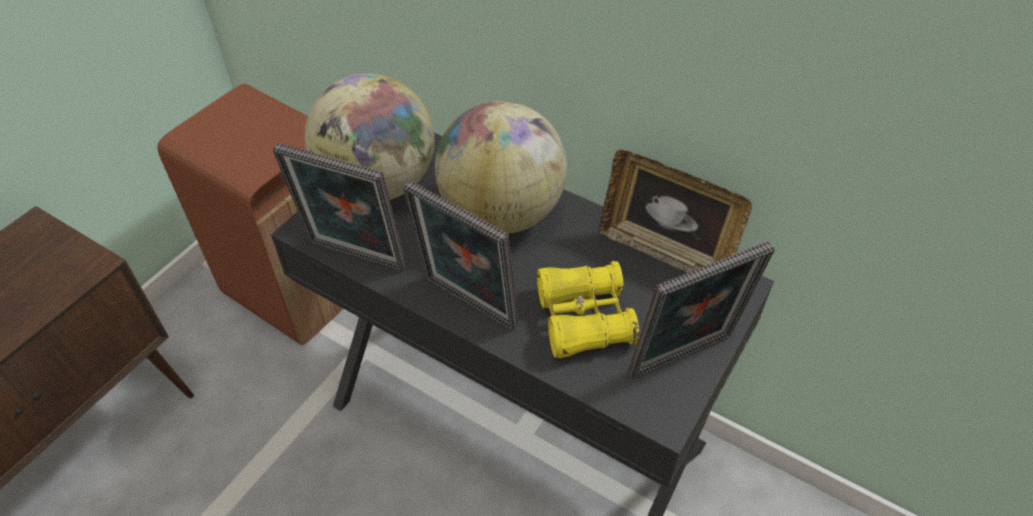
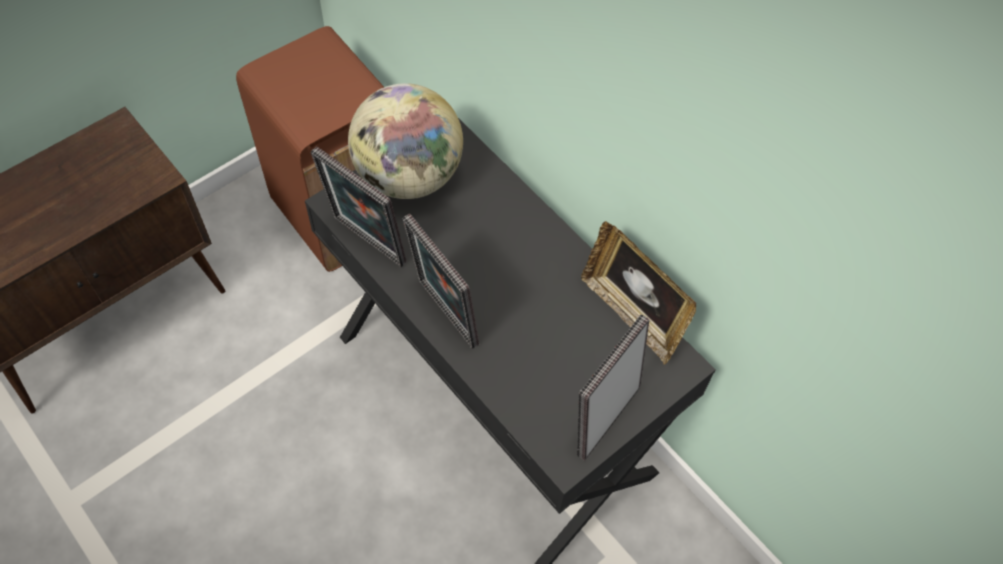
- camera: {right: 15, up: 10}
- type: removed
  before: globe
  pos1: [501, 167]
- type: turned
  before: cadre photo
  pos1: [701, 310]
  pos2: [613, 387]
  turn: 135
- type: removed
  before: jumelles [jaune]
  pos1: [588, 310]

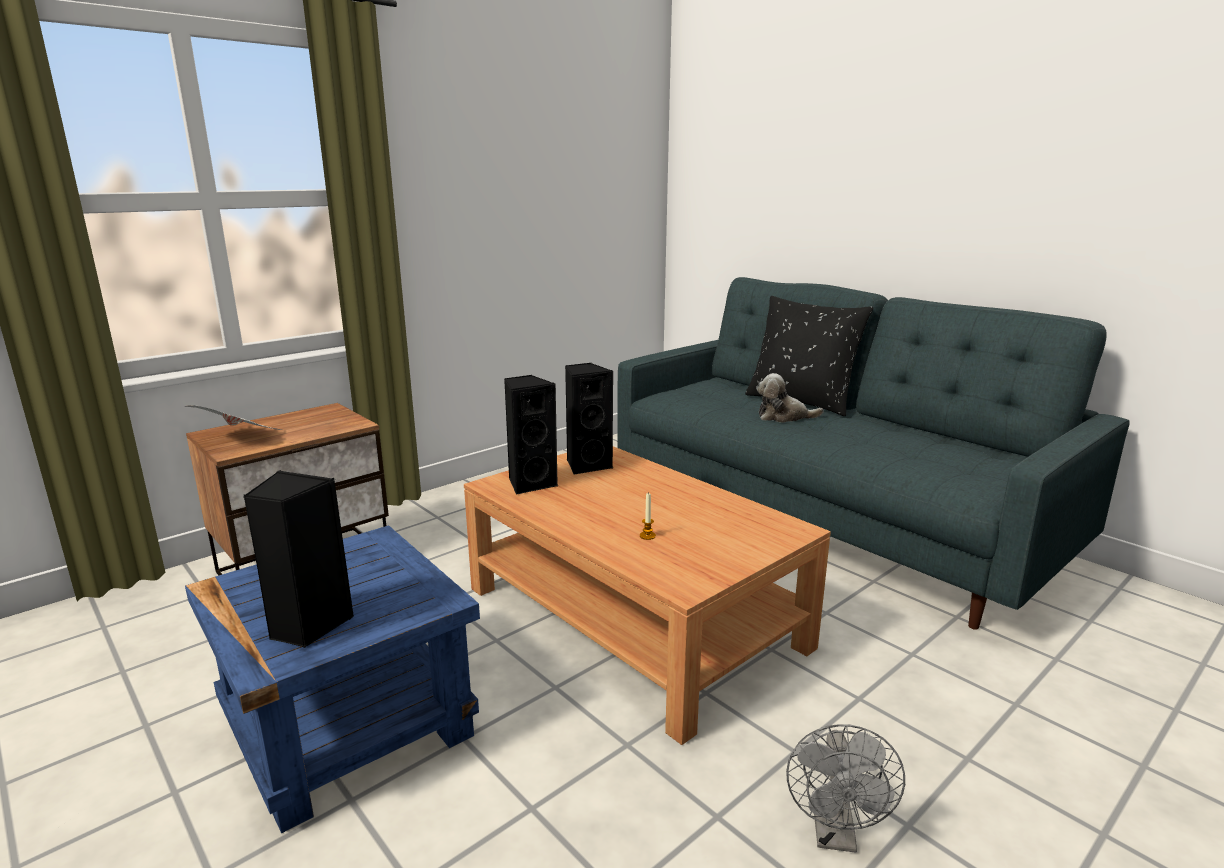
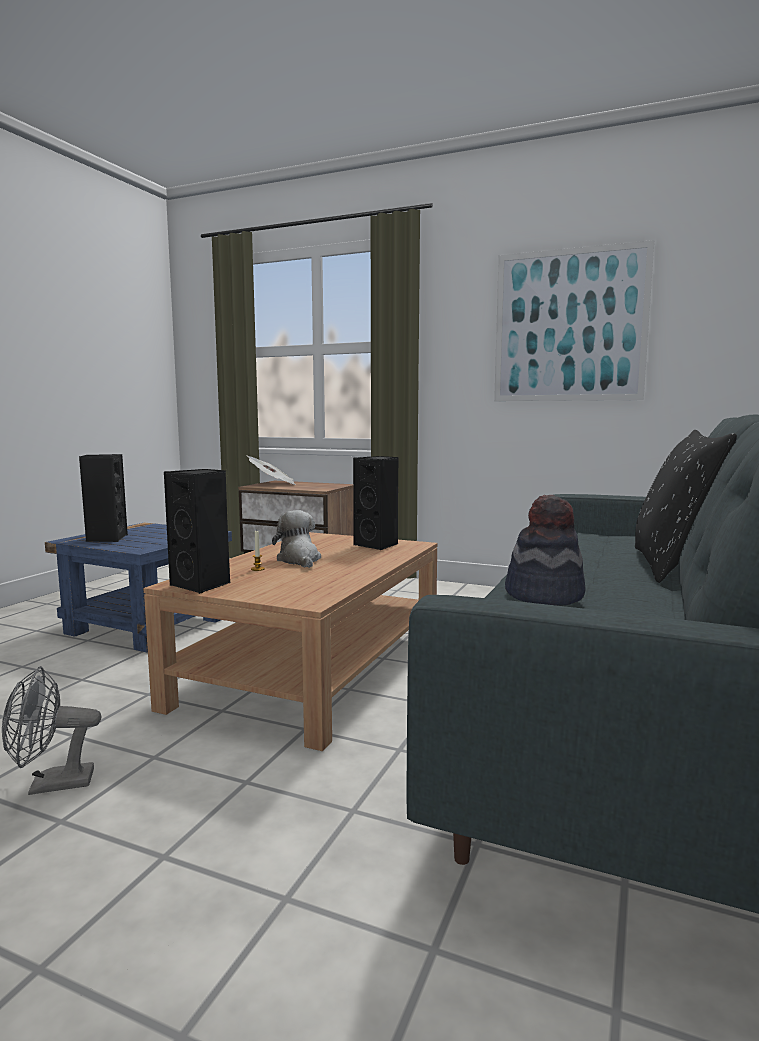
- camera: {right: 65, up: -10}
- type: moved
  before: peluche
  pos1: [790, 398]
  pos2: [296, 539]
- type: moved
  before: enceinte [noir]
  pos1: [531, 435]
  pos2: [197, 531]
- type: added
  after: tableau
  pos2: [574, 320]
- type: added
  after: chapeau
  pos2: [545, 550]

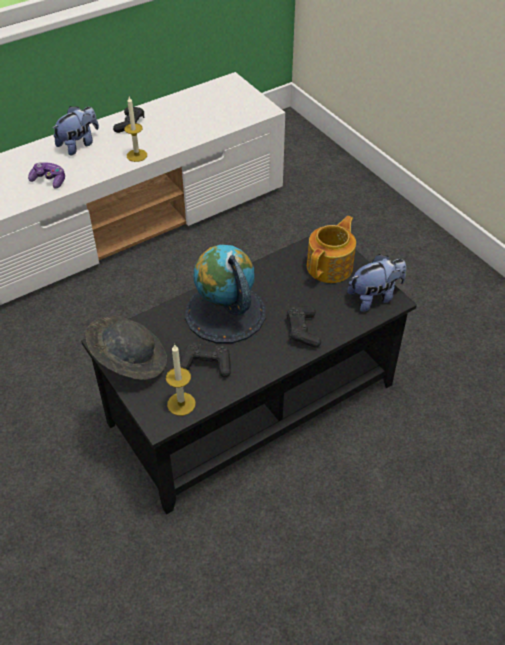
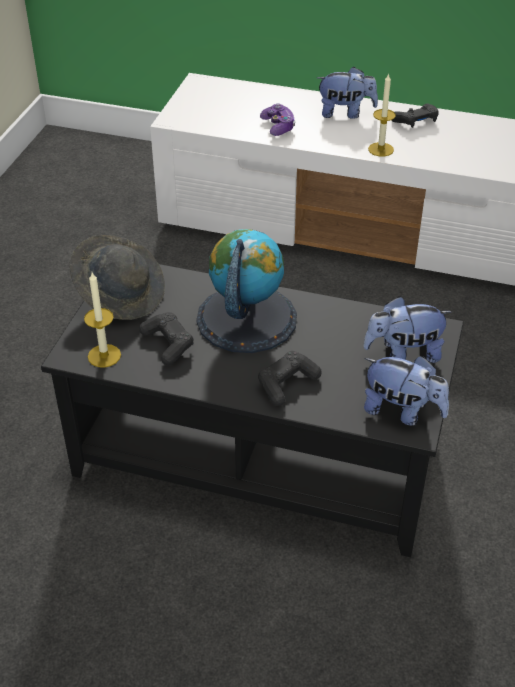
- camera: {right: 50, up: -5}
- type: replaced
  before: théière
  after: peluche
  pos1: [331, 249]
  pos2: [407, 329]

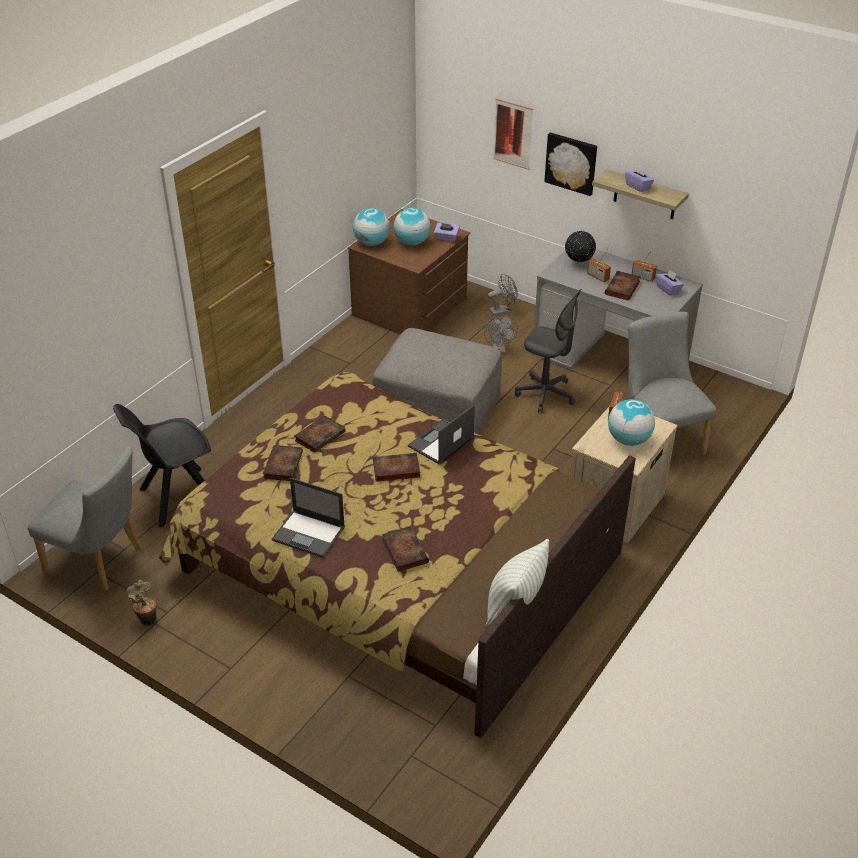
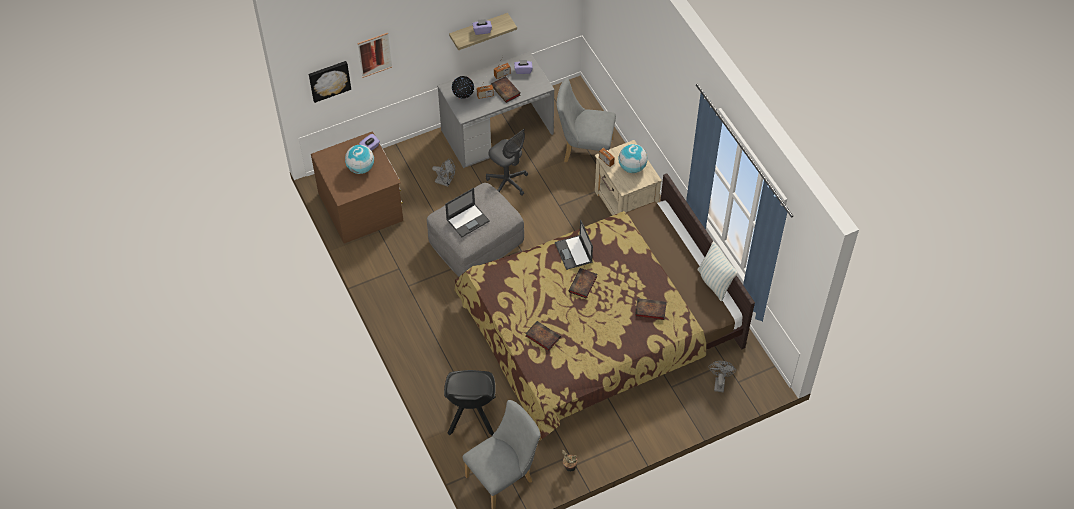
- camera: {right: -60, up: 15}
- type: moved
  before: tableau
  pos1: [570, 164]
  pos2: [330, 82]
- type: removed
  before: globe
  pos1: [371, 227]
- type: moved
  before: ventilateur [gris]
  pos1: [503, 294]
  pos2: [722, 376]
- type: turned
  before: chaise de bureau [gris]
  pos1: [548, 351]
  pos2: [507, 162]
  turn: 75
- type: removed
  before: livre
  pos1: [320, 434]
- type: moved
  before: ordinateur portable
  pos1: [308, 518]
  pos2: [467, 212]

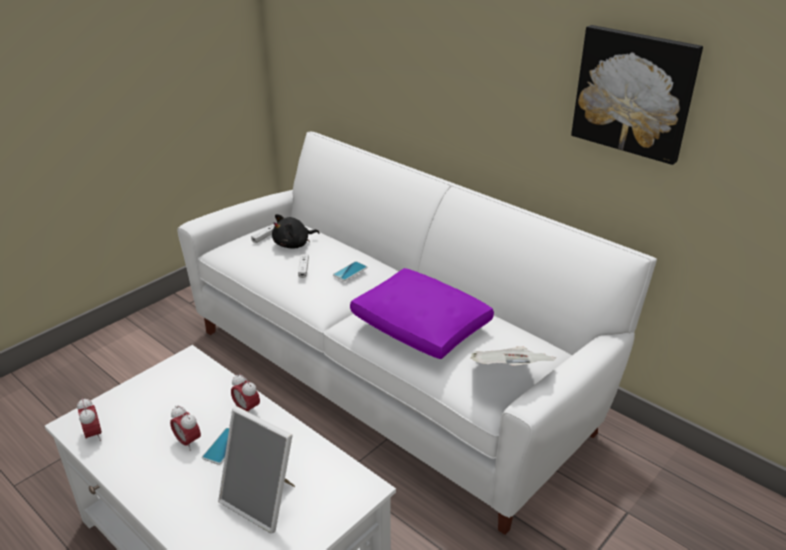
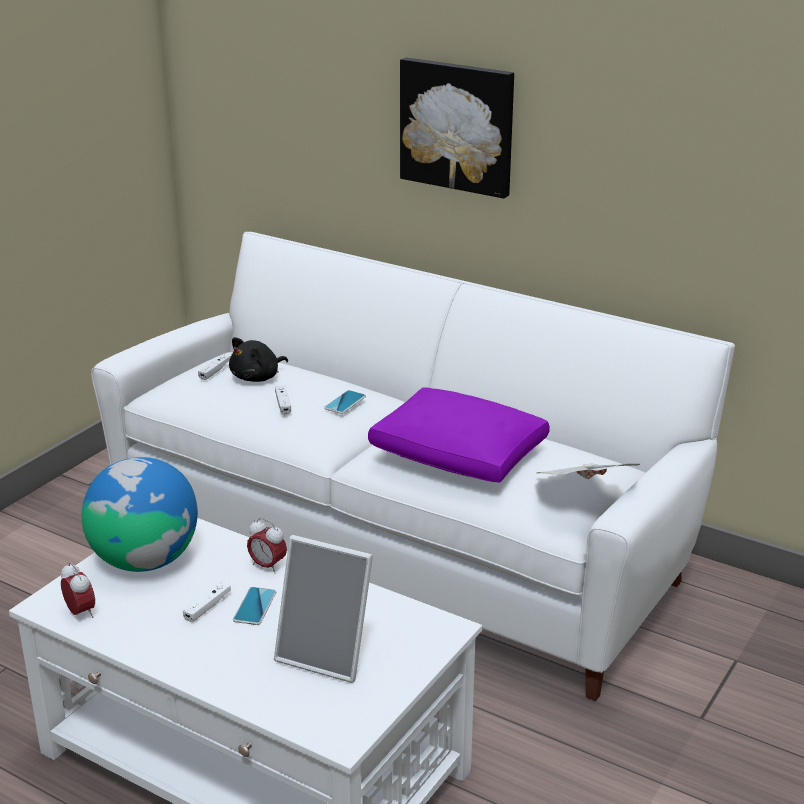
- camera: {right: -10, up: -5}
- type: moved
  before: tableau
  pos1: [637, 95]
  pos2: [457, 128]
- type: replaced
  before: réveil
  after: manette [blanc]
  pos1: [185, 428]
  pos2: [207, 601]
- type: added
  after: globe
  pos2: [140, 514]

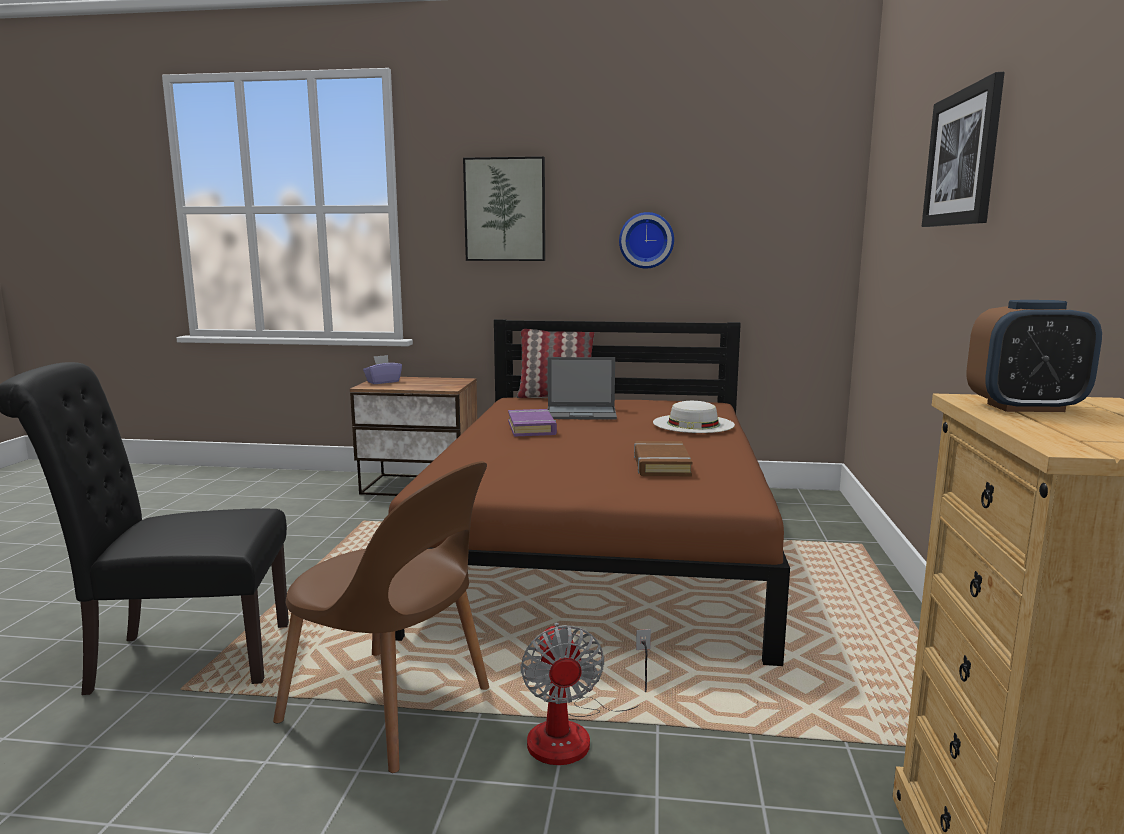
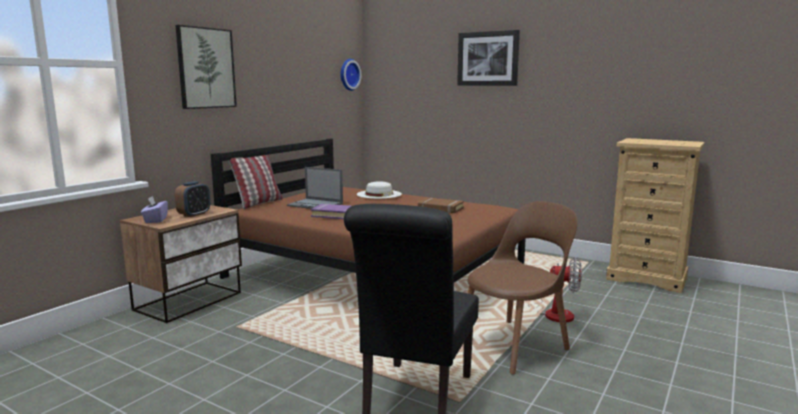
- camera: {right: -65, up: 0}
- type: moved
  before: horloge murale
  pos1: [646, 240]
  pos2: [350, 75]
- type: moved
  before: réveil
  pos1: [1034, 356]
  pos2: [192, 199]
- type: turned
  before: ordinateur portable
  pos1: [582, 388]
  pos2: [315, 188]
  turn: 90

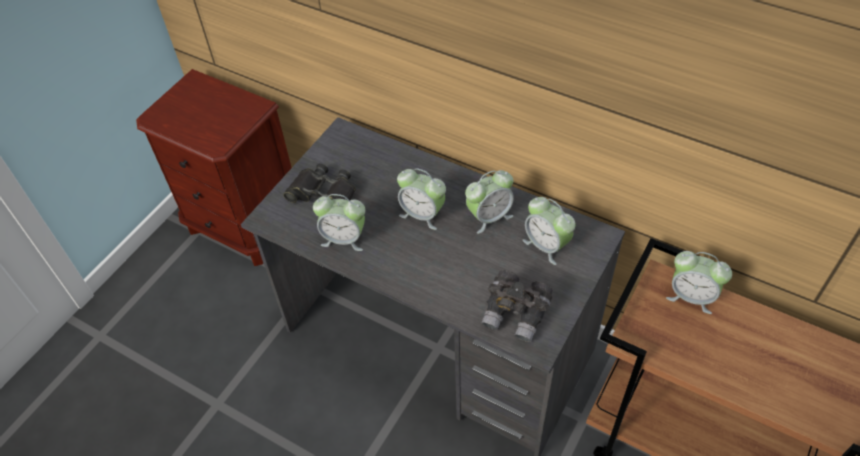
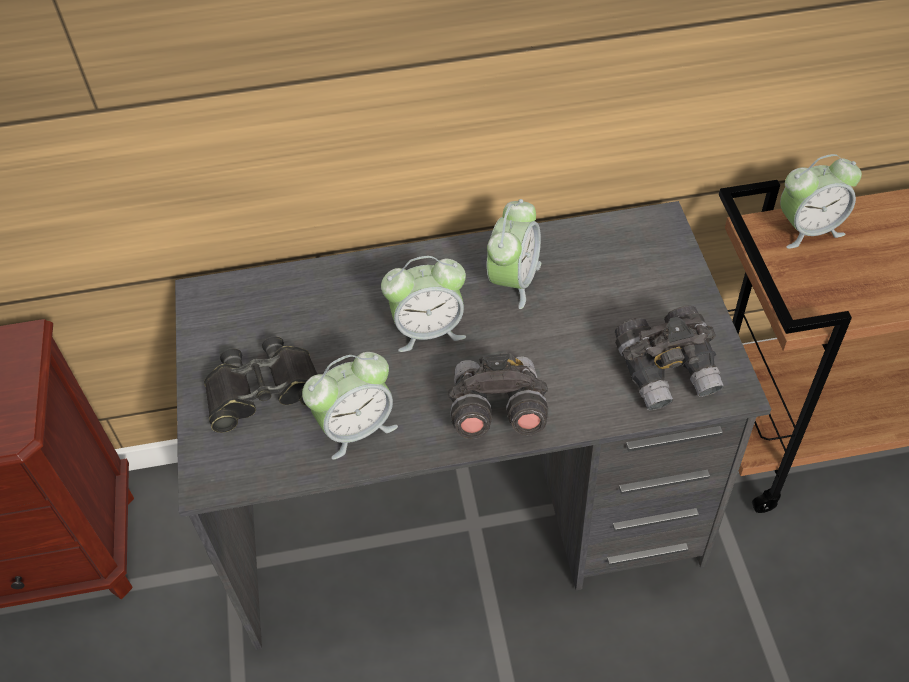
- camera: {right: -40, up: 0}
- type: removed
  before: réveil
  pos1: [549, 231]
- type: added
  after: jumelles [gris]
  pos2: [498, 396]

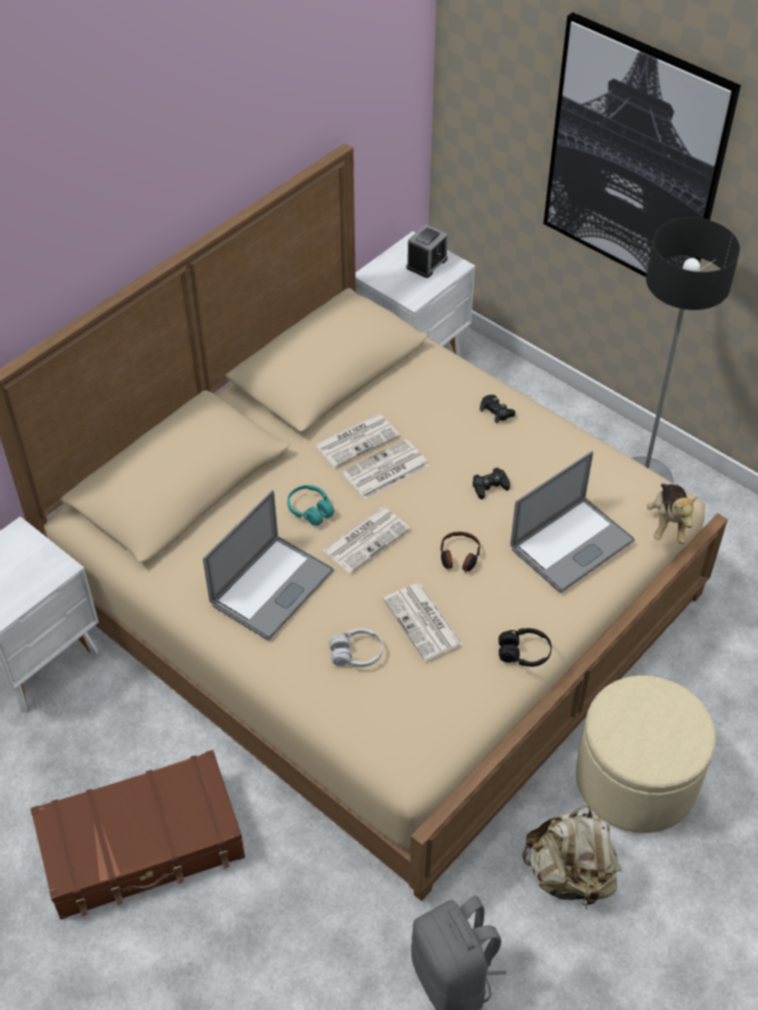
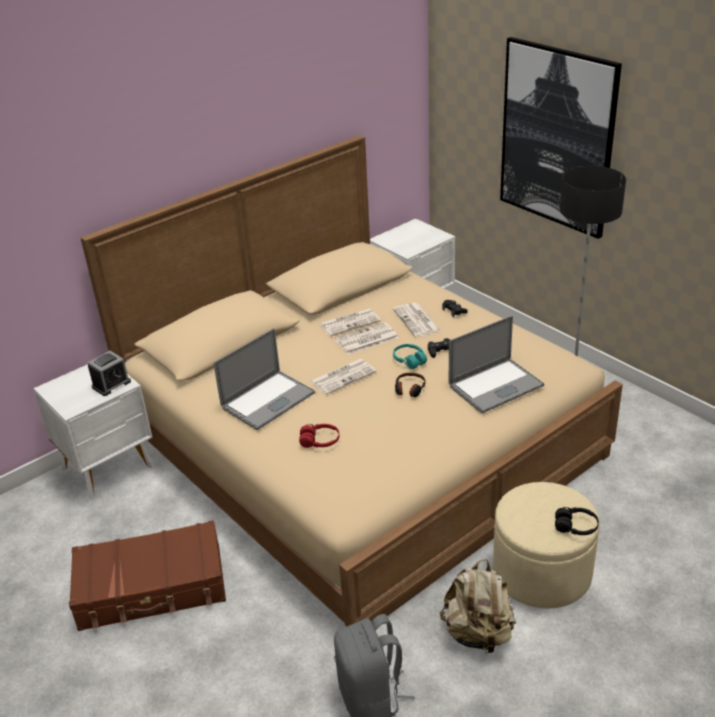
- camera: {right: 10, up: -15}
- type: moved
  before: réveil
  pos1: [427, 251]
  pos2: [109, 373]
- type: removed
  before: peluche
  pos1: [672, 514]
- type: moved
  before: casque audio [turquoise]
  pos1: [310, 505]
  pos2: [410, 356]
- type: moved
  before: journal
  pos1: [423, 622]
  pos2: [417, 320]
- type: recoloured
  before: casque audio [blanc]
  after: casque audio [rouge]
  pos1: [356, 647]
  pos2: [319, 436]
- type: moved
  before: casque audio [noir]
  pos1: [525, 647]
  pos2: [577, 521]

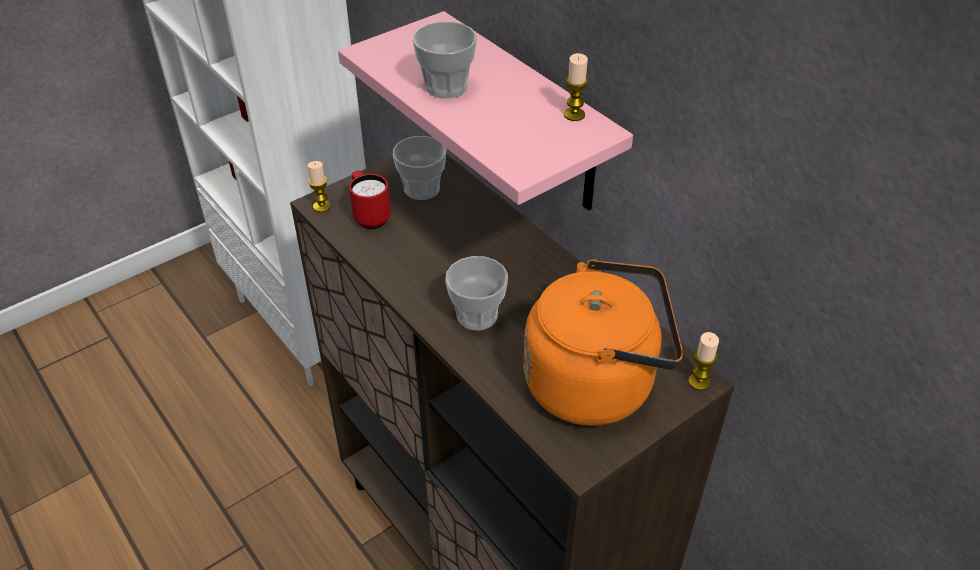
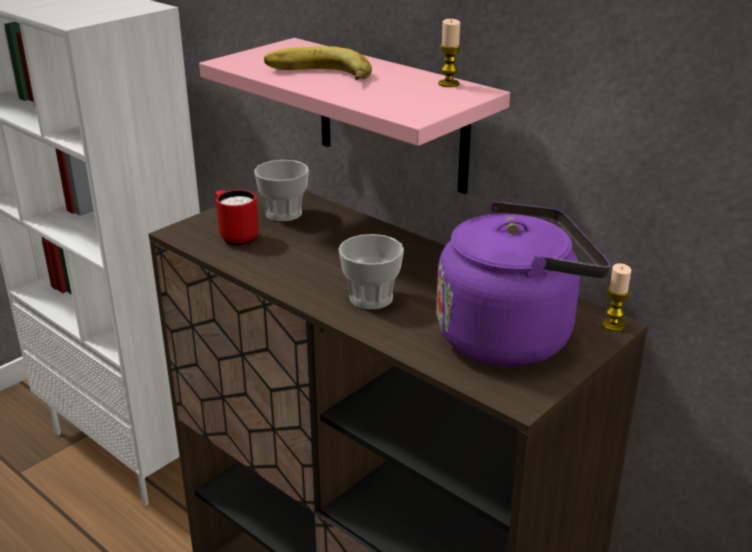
- camera: {right: -10, up: -15}
- type: replaced
  before: tasse
  after: banane
  pos1: [445, 59]
  pos2: [318, 63]
- type: removed
  before: bougie
  pos1: [319, 187]
- type: recoloured
  before: bouilloire [orange]
  after: bouilloire [violet]
  pos1: [603, 342]
  pos2: [523, 283]

